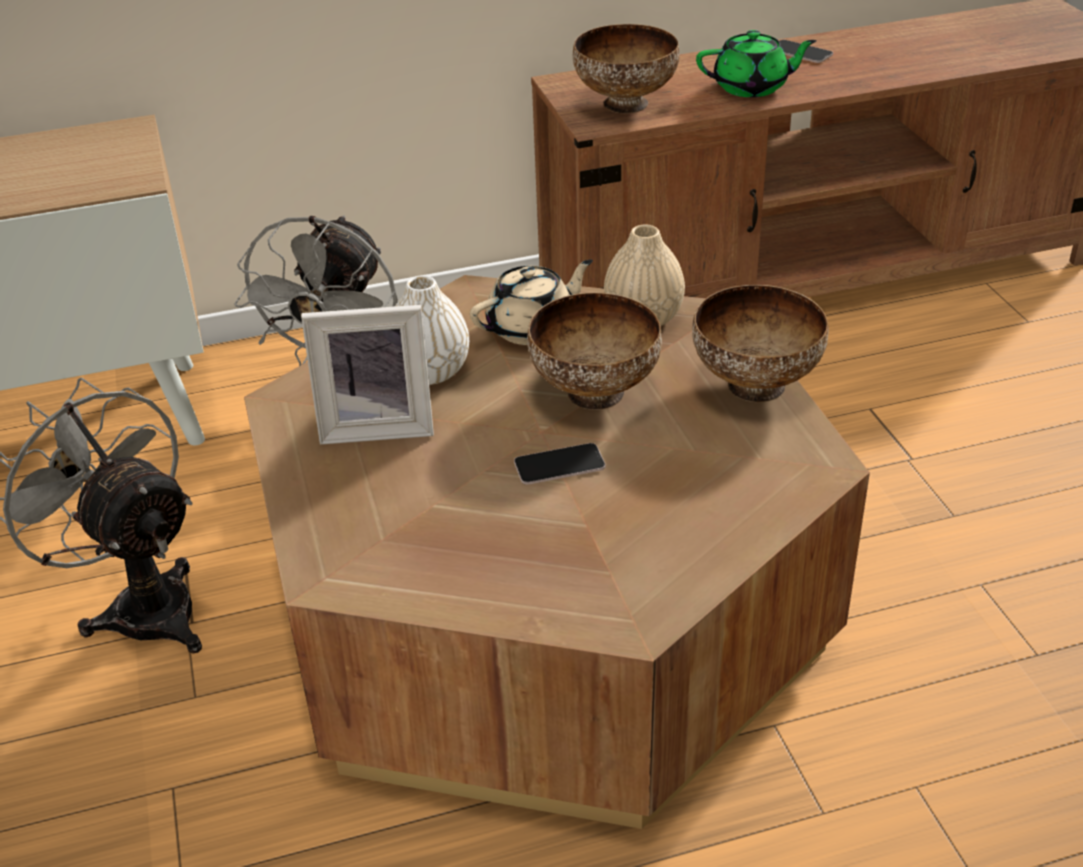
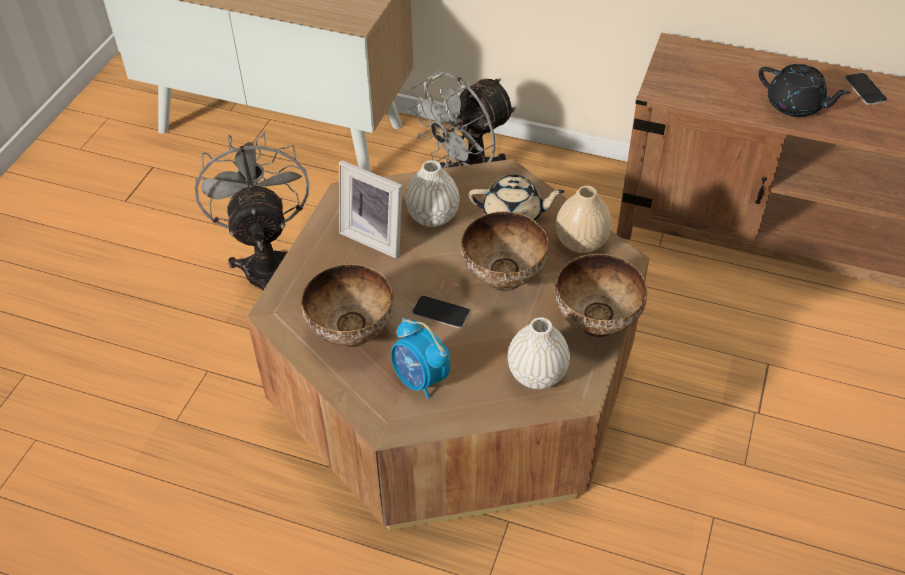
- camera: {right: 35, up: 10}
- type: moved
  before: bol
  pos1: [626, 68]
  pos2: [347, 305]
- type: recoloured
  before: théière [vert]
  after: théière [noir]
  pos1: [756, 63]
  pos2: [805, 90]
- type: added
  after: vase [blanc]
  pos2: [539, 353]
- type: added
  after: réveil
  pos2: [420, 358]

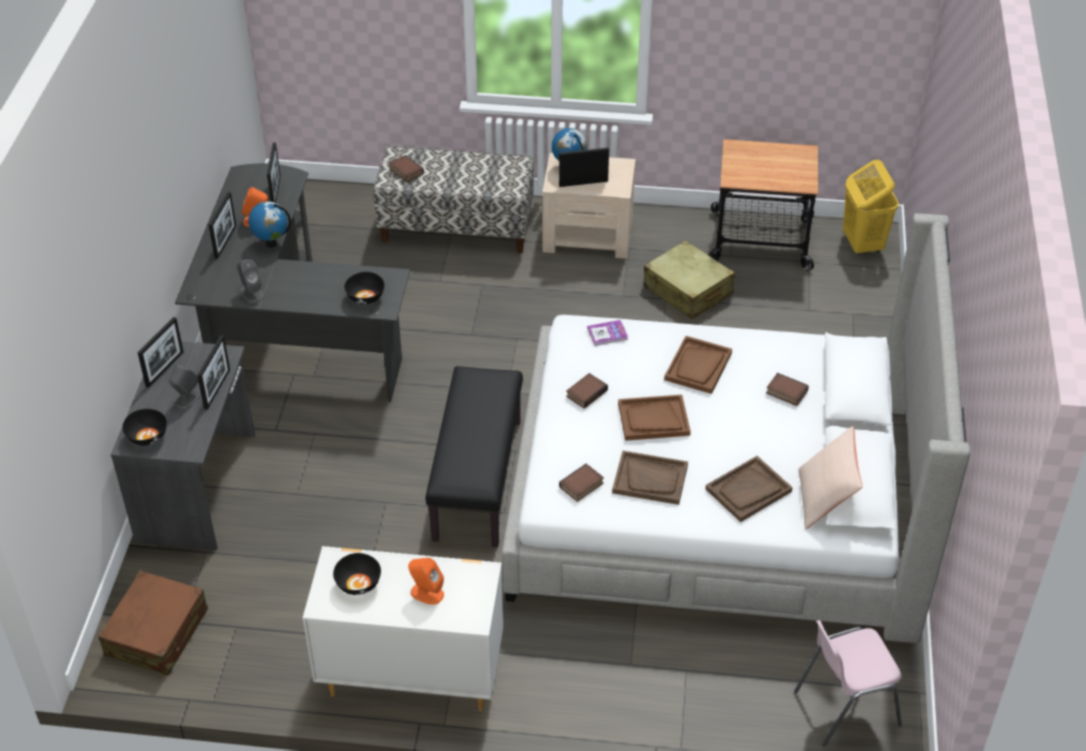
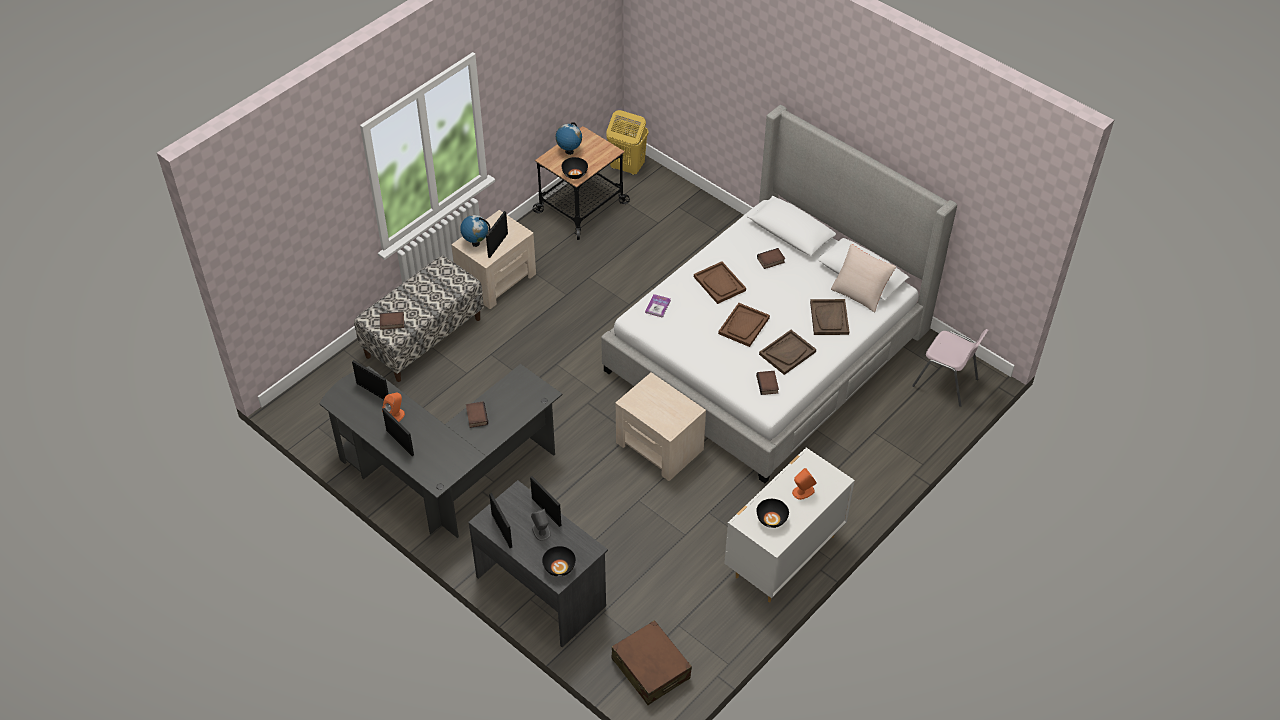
- camera: {right: -55, up: 5}
- type: moved
  before: globe
  pos1: [269, 224]
  pos2: [569, 138]
- type: removed
  before: valise [beige]
  pos1: [689, 279]
- type: removed
  before: enceinte [gris]
  pos1: [250, 281]
- type: moved
  before: bol [noir]
  pos1: [364, 288]
  pos2: [575, 168]
- type: replaced
  before: banc [noir]
  after: table de chevet [beige]
  pos1: [474, 456]
  pos2: [661, 426]
- type: moved
  before: livre
  pos1: [587, 391]
  pos2: [477, 414]
- type: turned
  before: chaise [rose]
  pos1: [848, 683]
  pos2: [950, 368]
  turn: -75

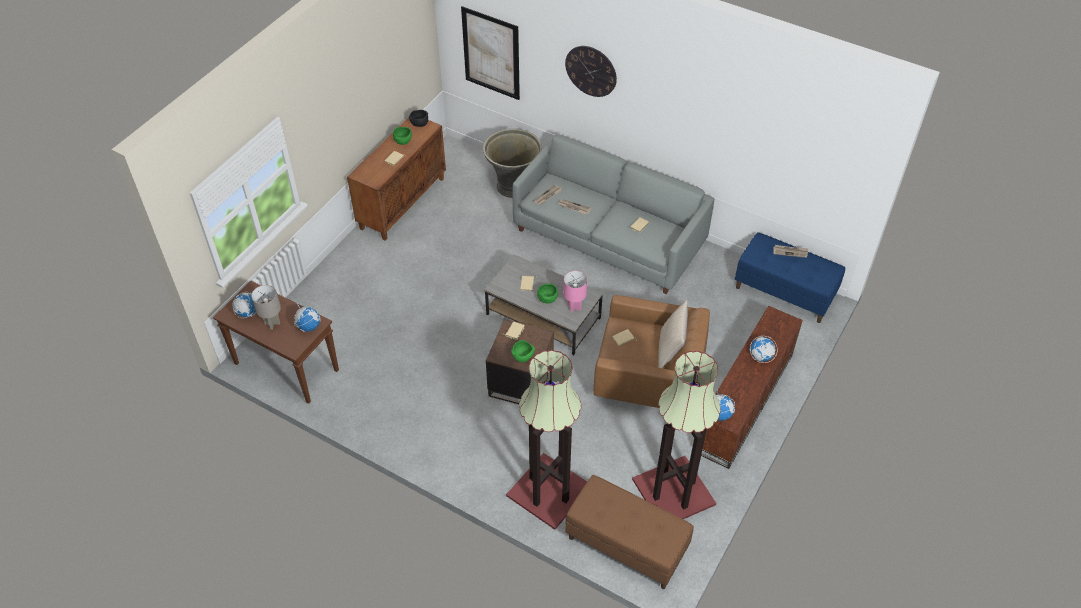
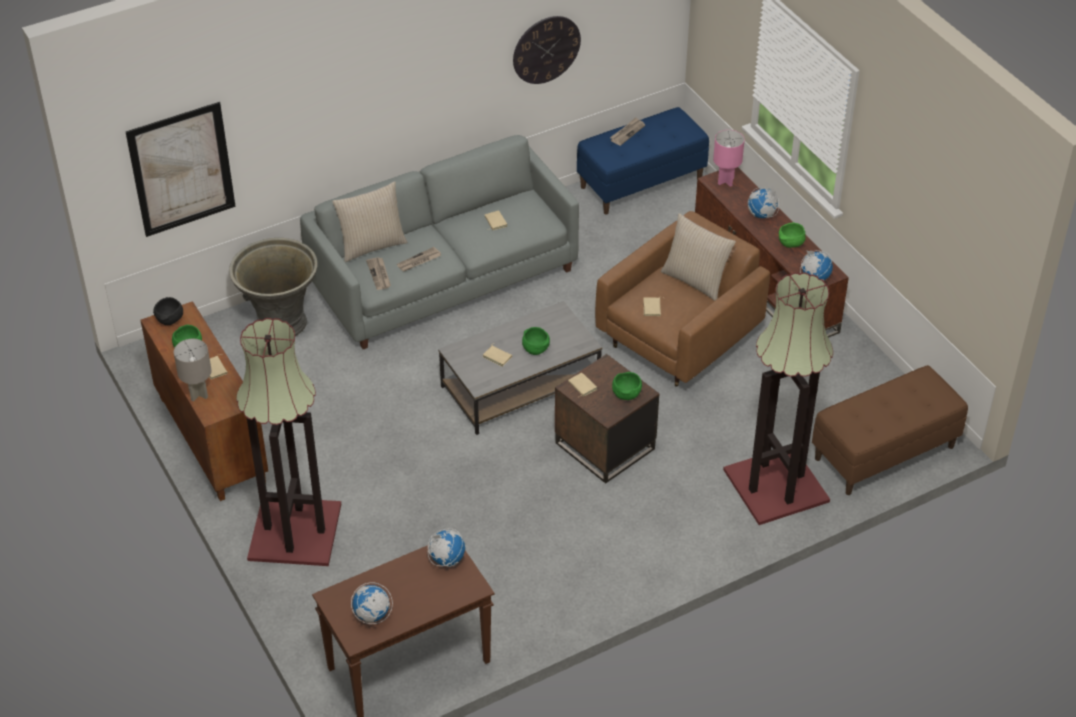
- camera: {right: -60, up: -5}
- type: moved
  before: horloge murale
  pos1: [591, 71]
  pos2: [547, 50]
- type: moved
  before: lampe de table [rose]
  pos1: [575, 292]
  pos2: [729, 158]
- type: moved
  before: lampe de table [gris]
  pos1: [266, 307]
  pos2: [193, 370]
- type: moved
  before: lampadaire
  pos1: [676, 435]
  pos2: [288, 442]
- type: added
  after: coussin [beige]
  pos2: [370, 221]
- type: added
  after: bol [vert]
  pos2: [792, 235]

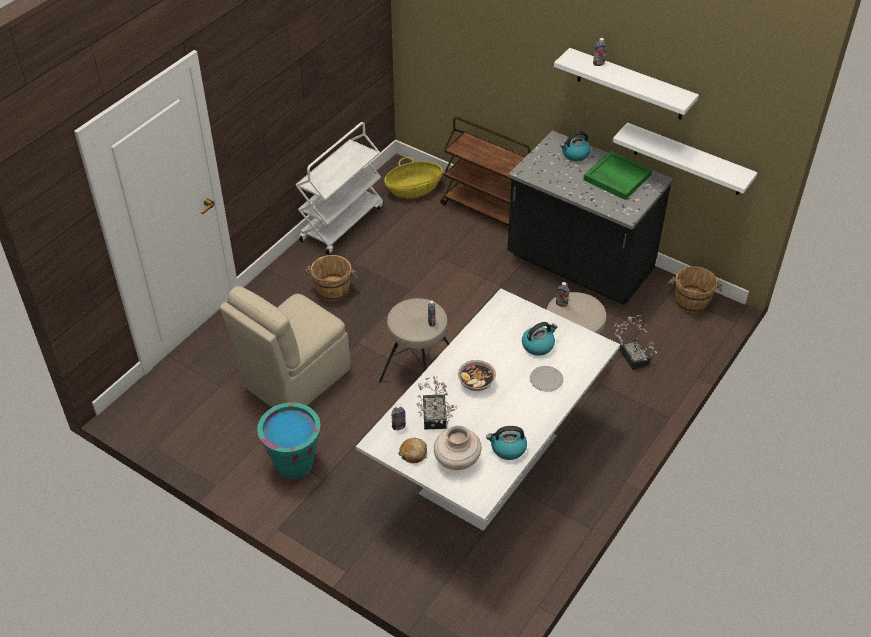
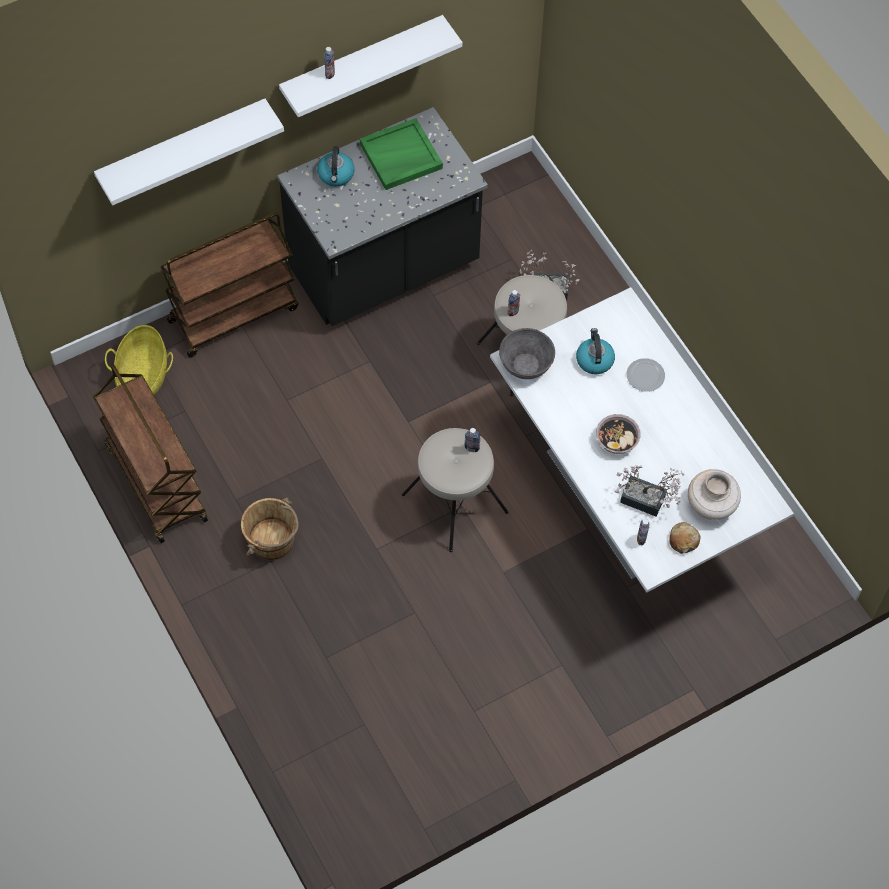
- camera: {right: -65, up: 15}
- type: recoloured
  before: chariot [blanc]
  after: chariot [marron]
  pos1: [339, 188]
  pos2: [150, 453]
- type: moved
  before: étagère [blanc]
  pos1: [685, 158]
  pos2: [189, 152]
- type: removed
  before: seau [marron]
  pos1: [695, 289]
- type: removed
  before: chaise [beige]
  pos1: [285, 346]
- type: removed
  before: seau [turquoise]
  pos1: [288, 440]
- type: removed
  before: bouilloire
  pos1: [506, 443]
- type: added
  after: bol [gris]
  pos2: [527, 353]

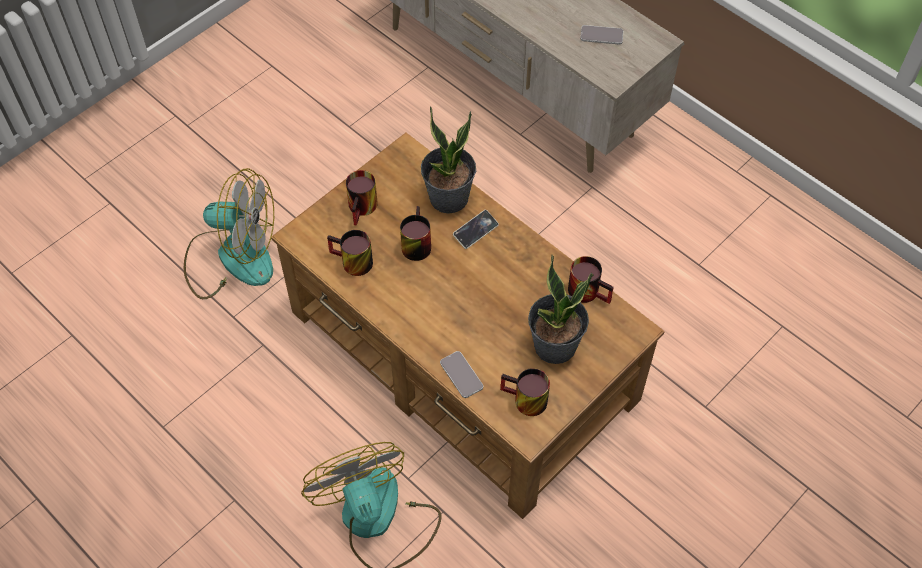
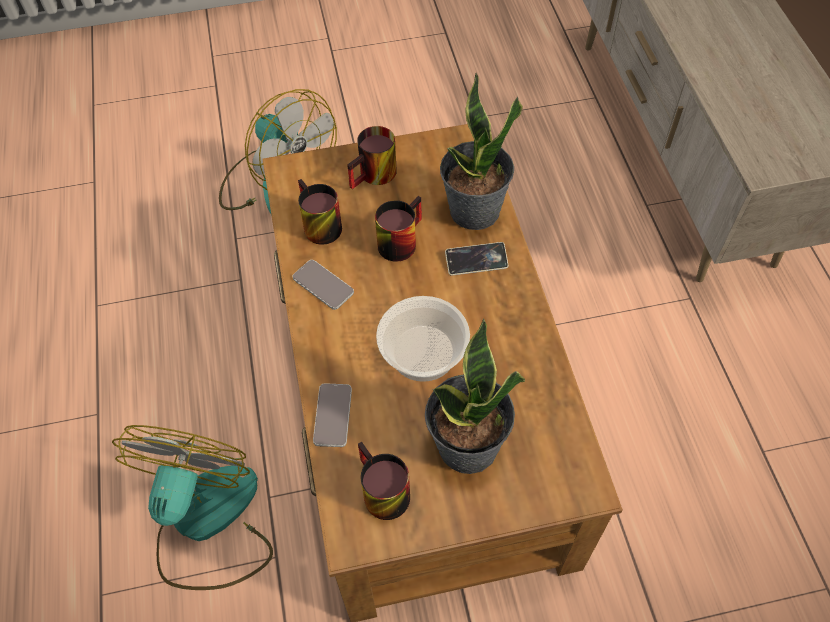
- camera: {right: 35, up: 0}
- type: moved
  before: téléphone
  pos1: [601, 35]
  pos2: [323, 285]
- type: removed
  before: mug
  pos1: [591, 280]
- type: added
  after: bol
  pos2: [423, 339]

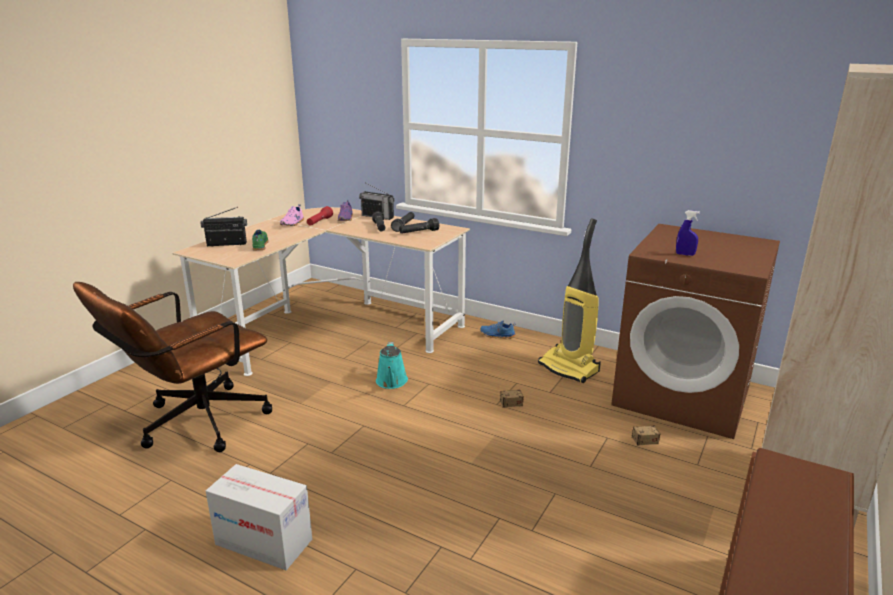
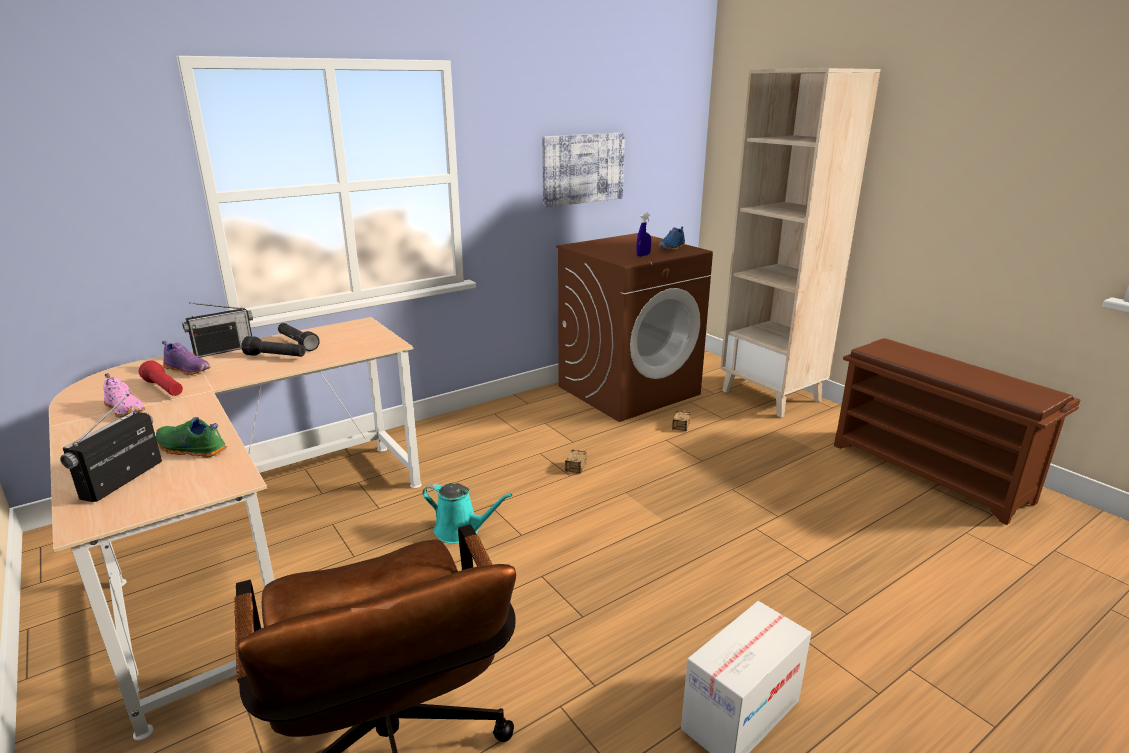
- camera: {right: -65, up: 0}
- type: removed
  before: lampe de poche [noir]
  pos1: [419, 226]
- type: removed
  before: aspirateur
  pos1: [569, 300]
- type: moved
  before: chaussure [bleu]
  pos1: [498, 330]
  pos2: [671, 238]
- type: added
  after: tableau
  pos2: [583, 169]

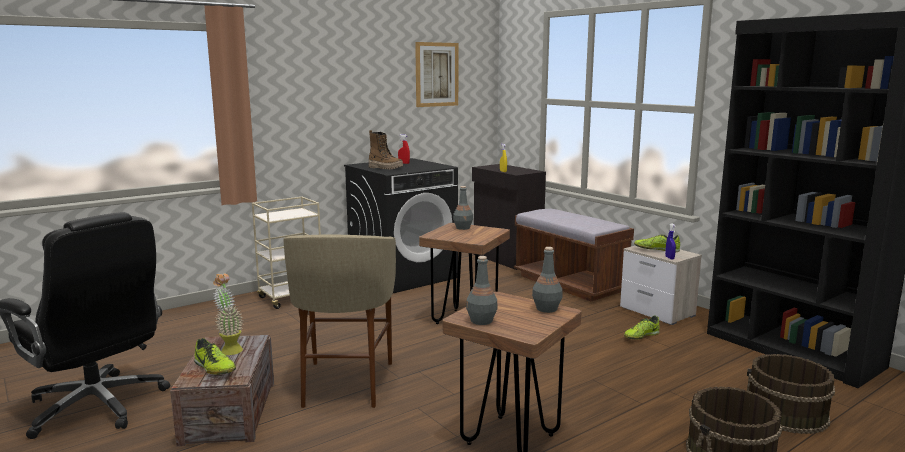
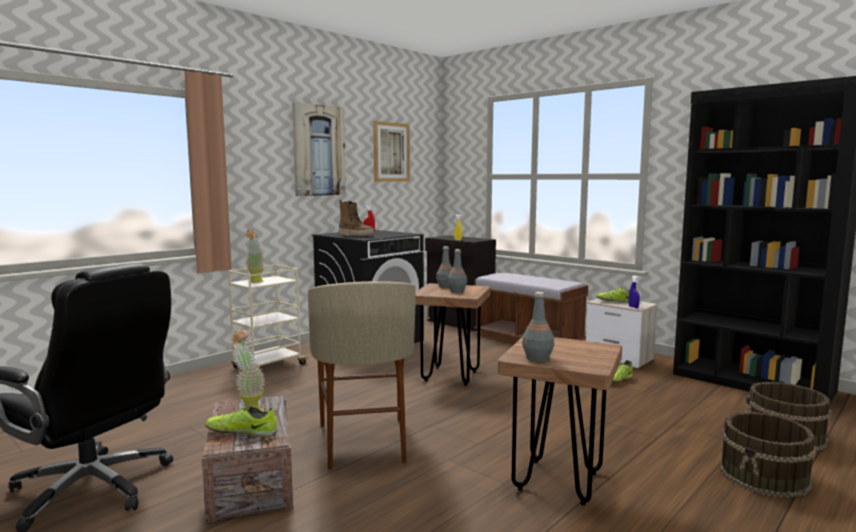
- camera: {right: -10, up: -5}
- type: moved
  before: bouteille [gris]
  pos1: [547, 280]
  pos2: [457, 271]
- type: turned
  before: chaussure
  pos1: [215, 356]
  pos2: [241, 422]
  turn: 150
- type: added
  after: tableau
  pos2: [319, 149]
- type: added
  after: plante en pot
  pos2: [255, 256]

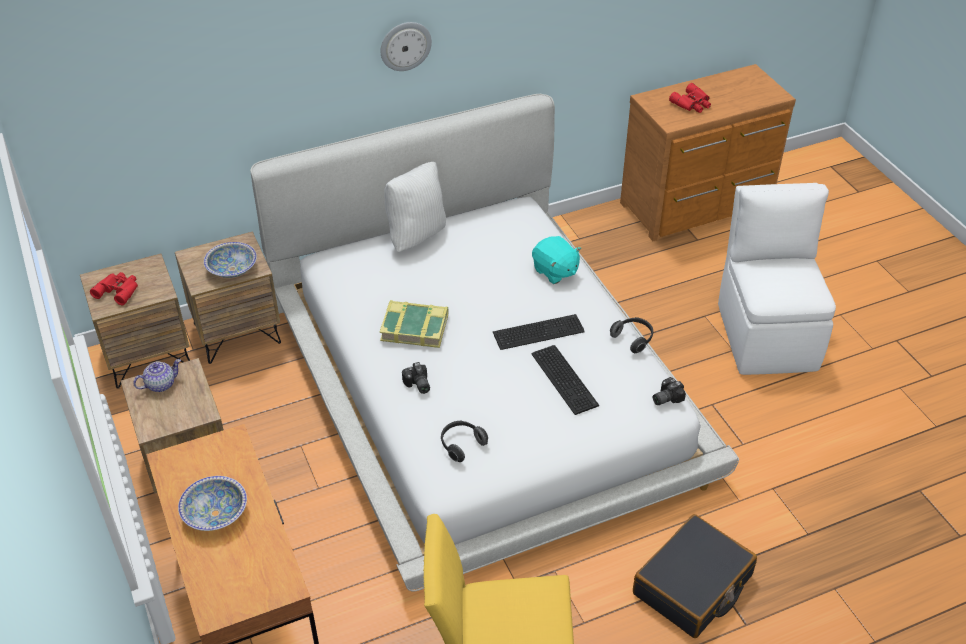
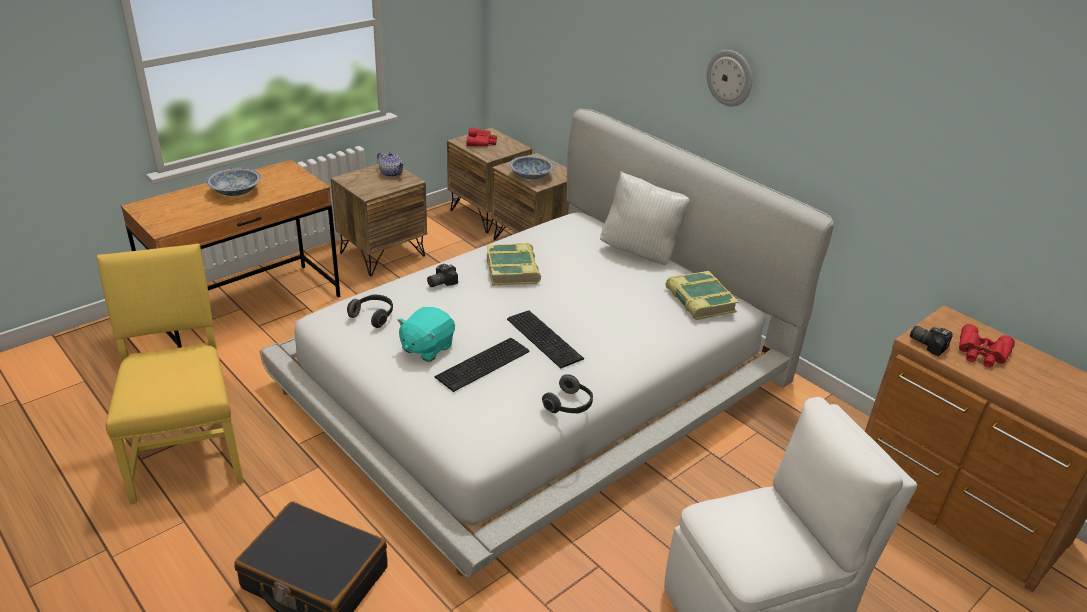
- camera: {right: 70, up: -10}
- type: moved
  before: peluche [turquoise]
  pos1: [556, 260]
  pos2: [426, 334]
- type: moved
  before: appareil photo
  pos1: [669, 391]
  pos2: [931, 341]
- type: added
  after: livre
  pos2: [702, 295]

